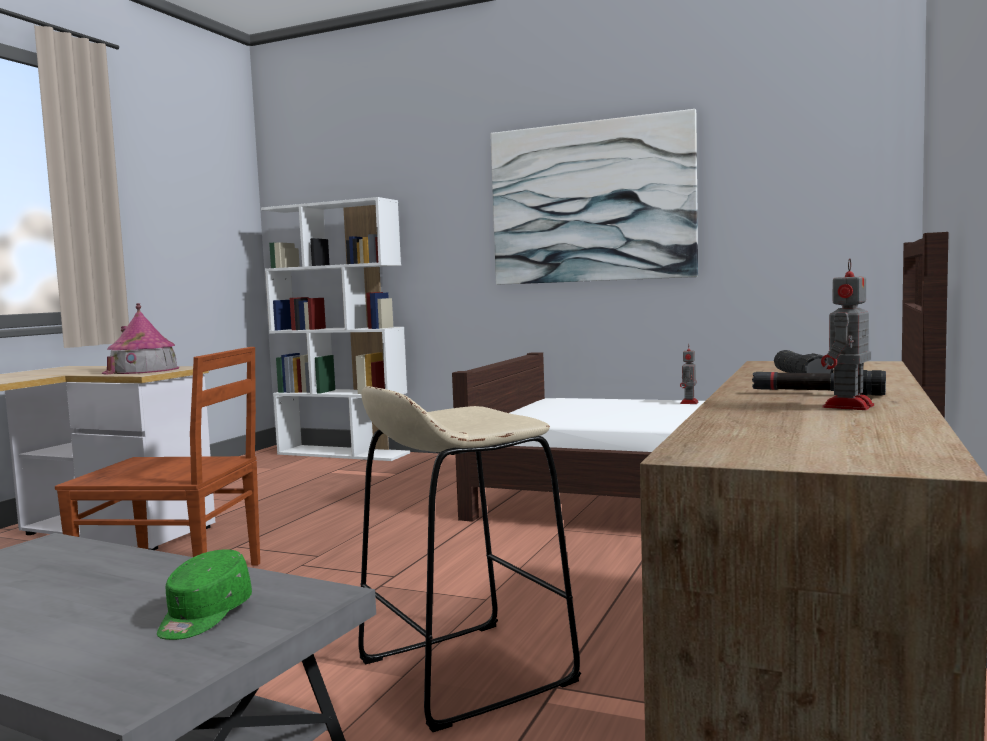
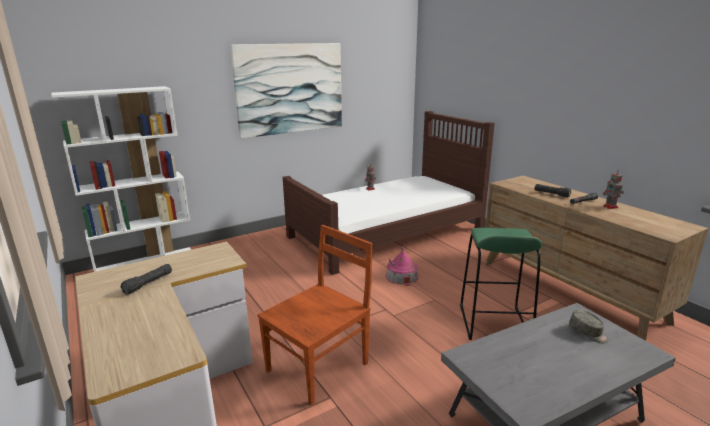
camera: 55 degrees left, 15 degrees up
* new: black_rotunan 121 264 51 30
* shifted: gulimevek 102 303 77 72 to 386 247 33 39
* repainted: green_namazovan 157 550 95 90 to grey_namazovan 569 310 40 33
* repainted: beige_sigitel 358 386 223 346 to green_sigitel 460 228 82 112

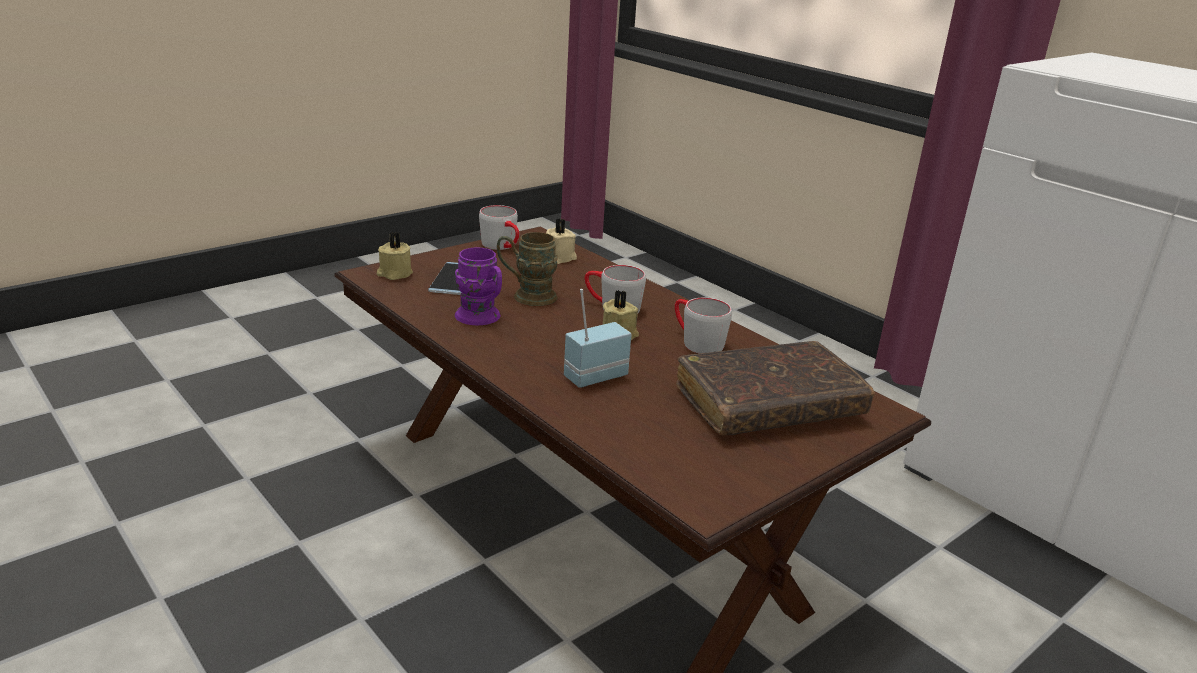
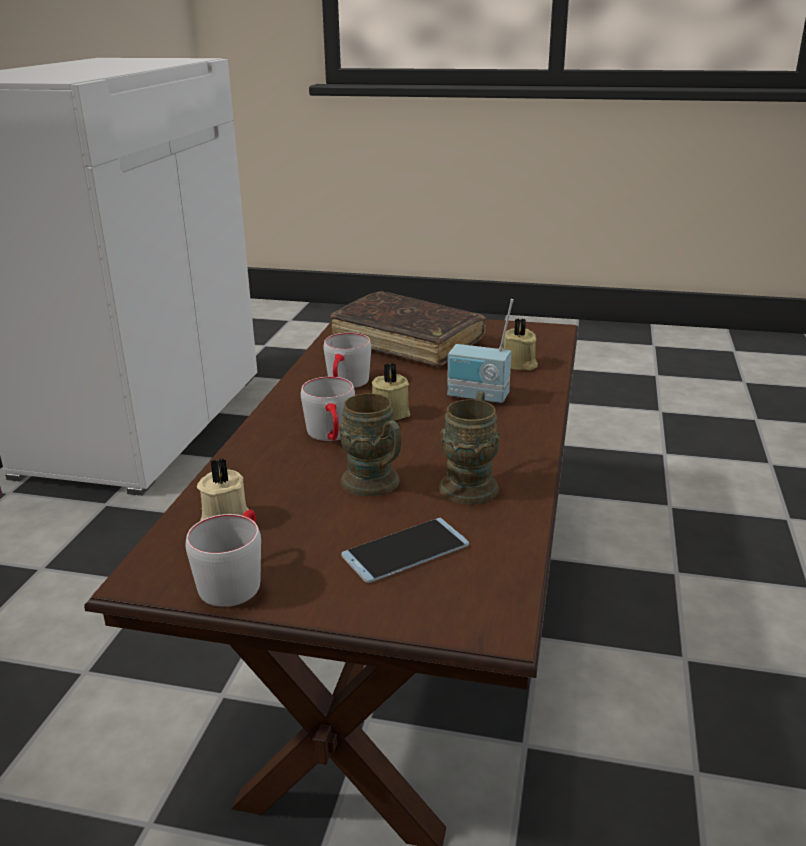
camera: 125 degrees left, 0 degrees up
* shifted: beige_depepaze 377 232 36 48 to 503 318 35 52
* repainted: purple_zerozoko 455 248 47 77 to brown_zerozoko 439 391 62 113

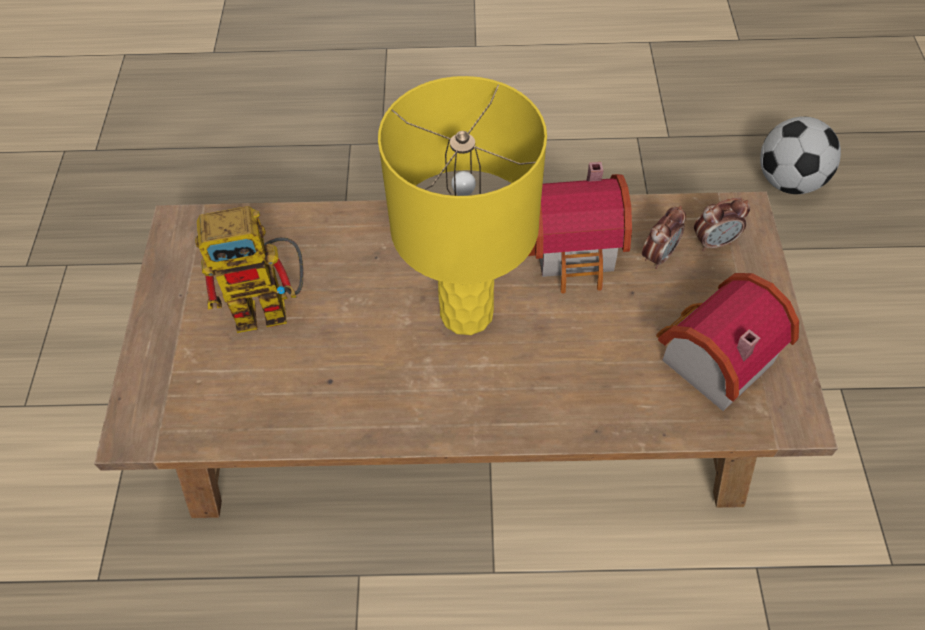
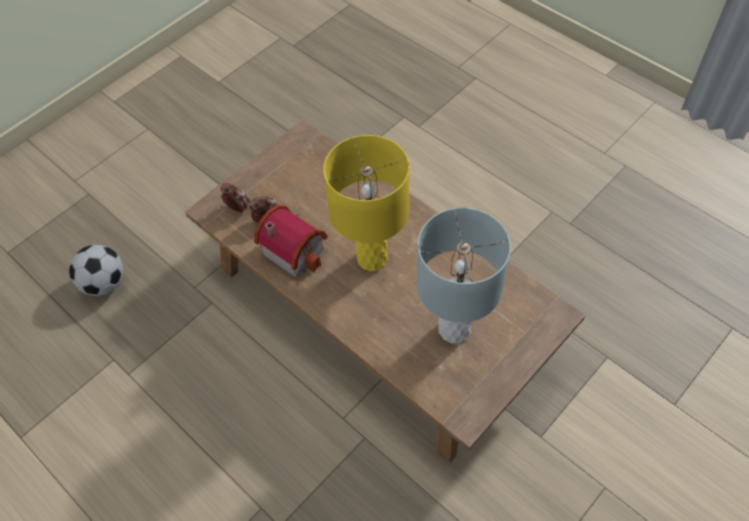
camera: 135 degrees left, 0 degrees up
* gone: gulimevek 656 273 143 138
* swapped: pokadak 195 206 108 127 to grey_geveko 417 208 94 135

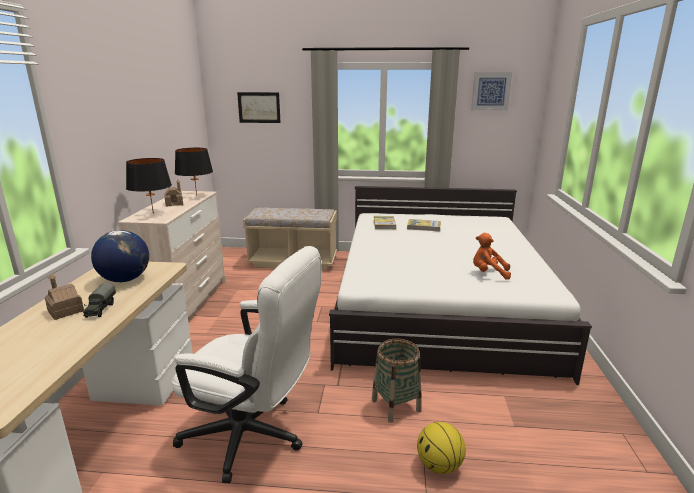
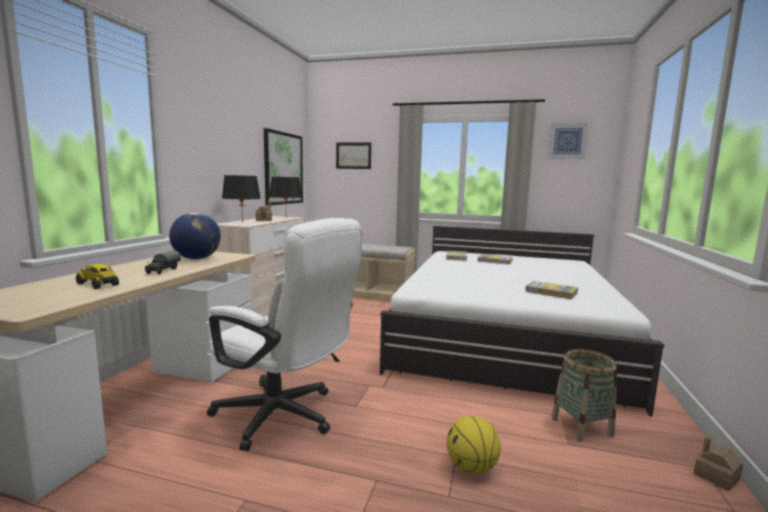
camera: 10 degrees right, 10 degrees down
* new: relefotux 76 264 43 25
* new: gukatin 264 128 39 78
* shifted: gulimevek 45 273 39 47 to 694 433 49 58
* shifted: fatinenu 372 338 50 84 to 552 349 65 93
* swapped: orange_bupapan 473 233 38 47 to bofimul 525 281 53 18

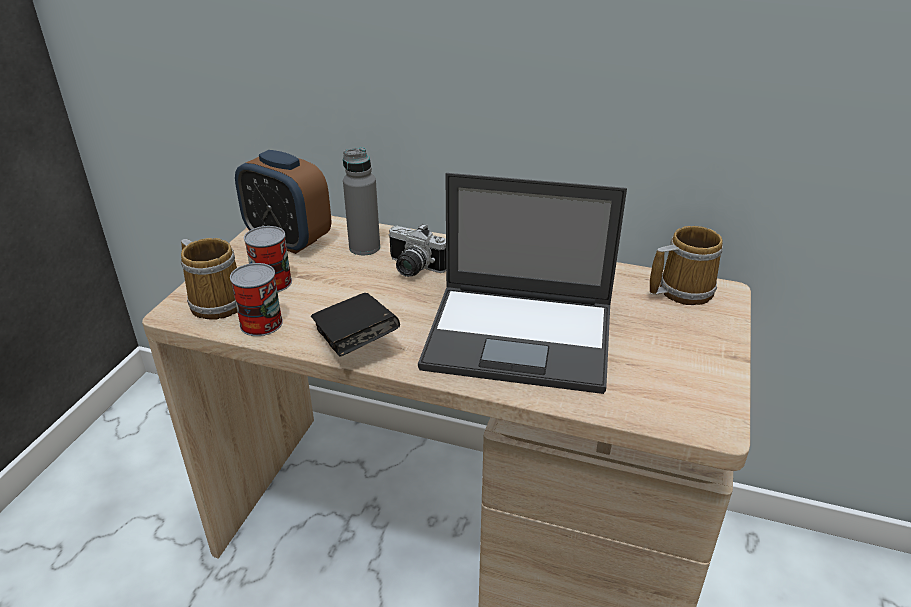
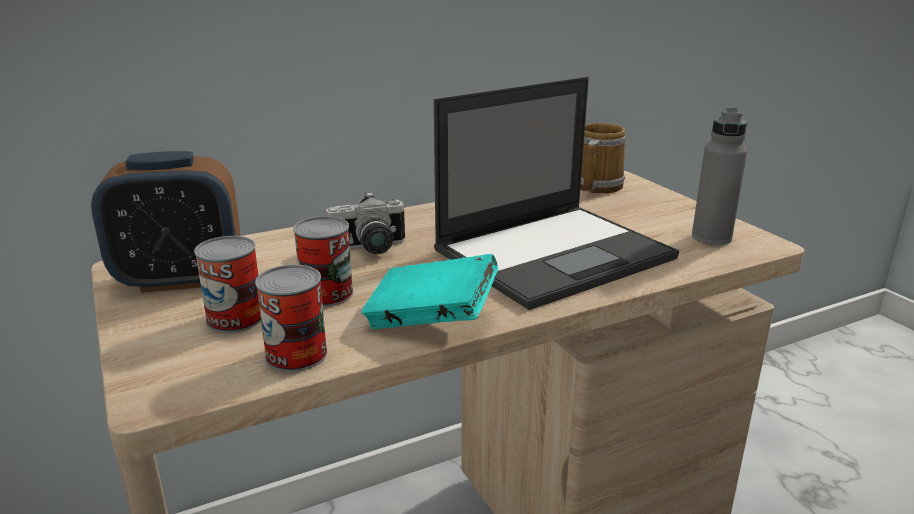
camera: 45 degrees left, 10 degrees down
* gone: zerozoko 181 238 56 82
* new: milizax 293 216 60 91
* shifted: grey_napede 343 147 37 108 to 692 108 55 137
* repainted: black_bofimul 311 293 89 64 to turquoise_bofimul 361 254 137 75

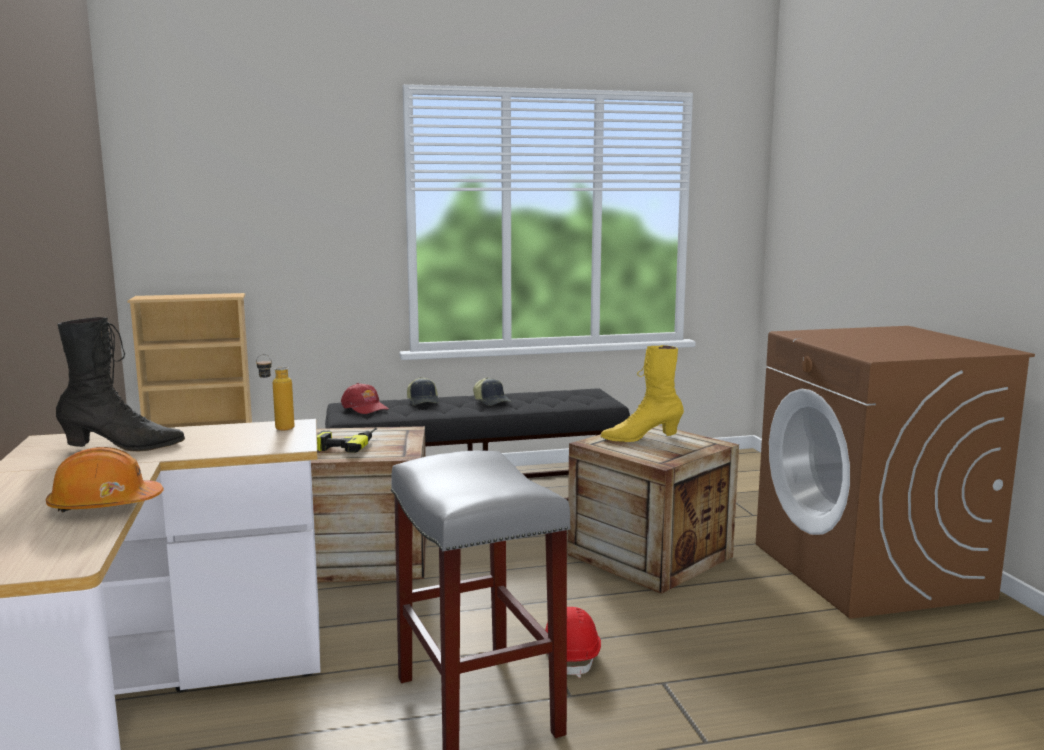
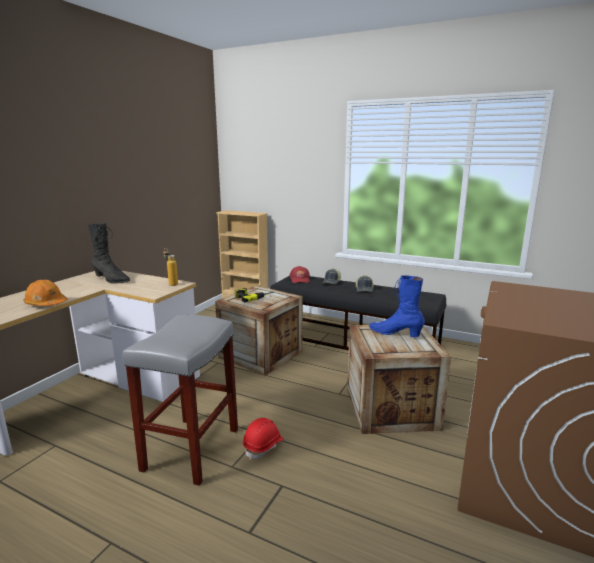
camera: 40 degrees right, 5 degrees up
* repainted: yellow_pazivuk 600 345 84 97 to blue_pazivuk 369 275 56 62

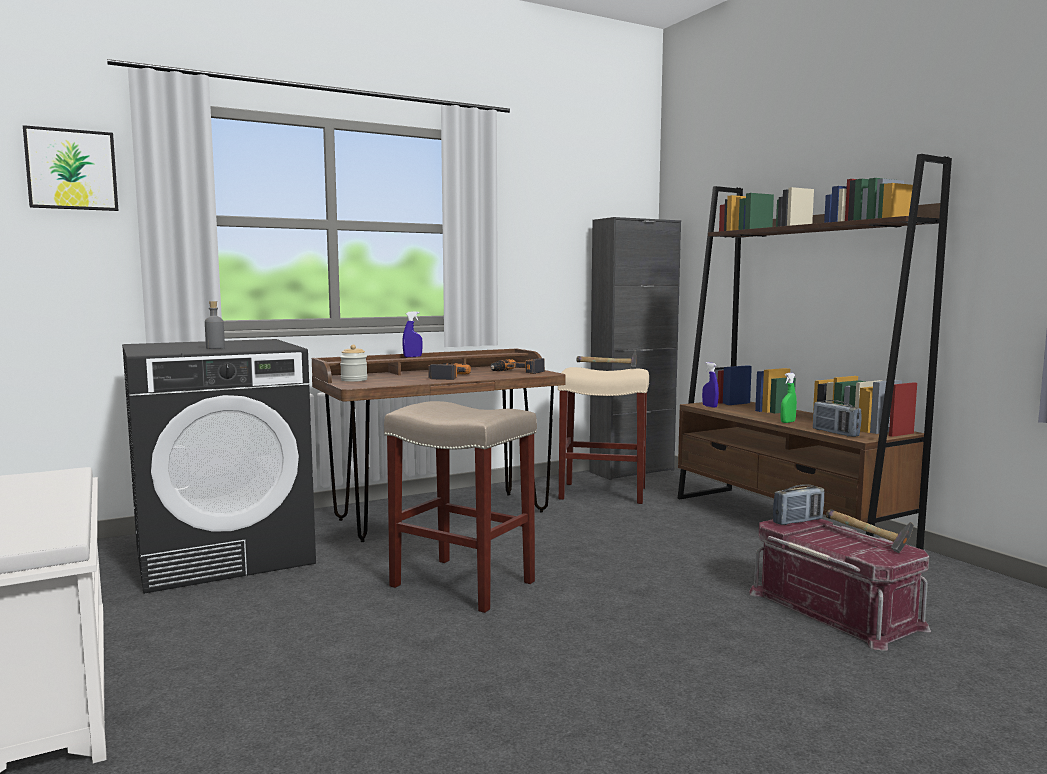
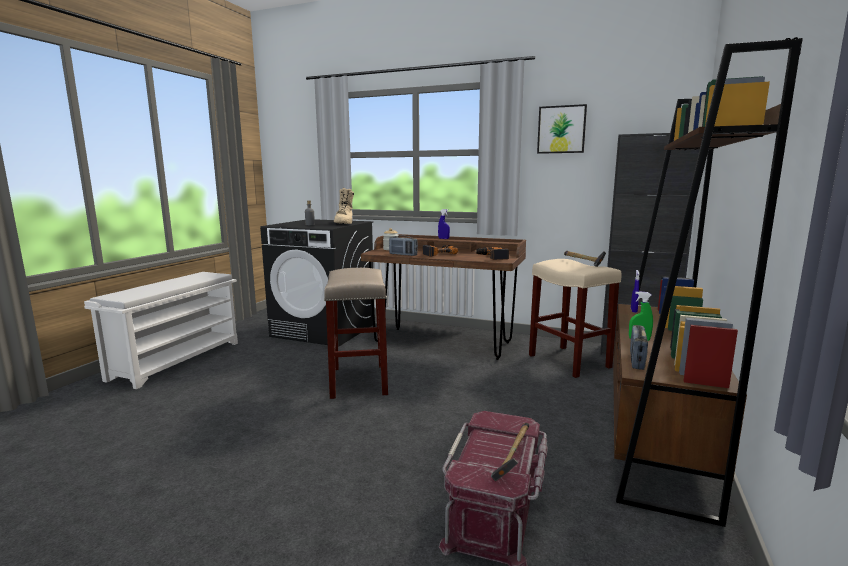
camera: 50 degrees right, 5 degrees up
* new: beige_pazivuk 334 188 20 36
* shifted: gukatin 23 125 95 86 to 537 104 50 50
* shifted: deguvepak 773 484 51 41 to 389 236 29 20

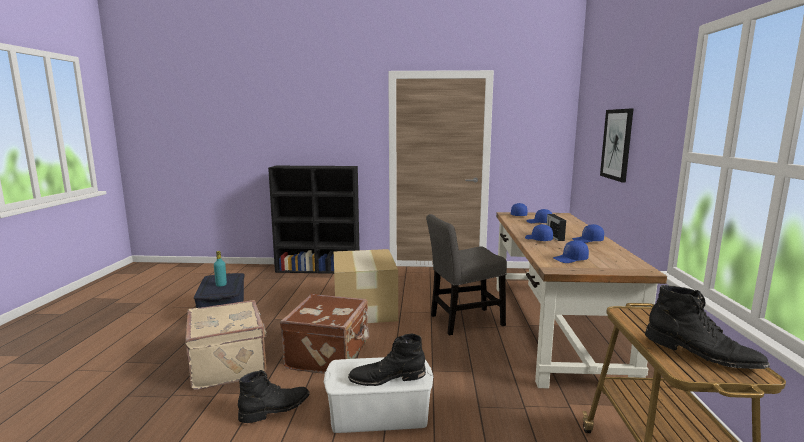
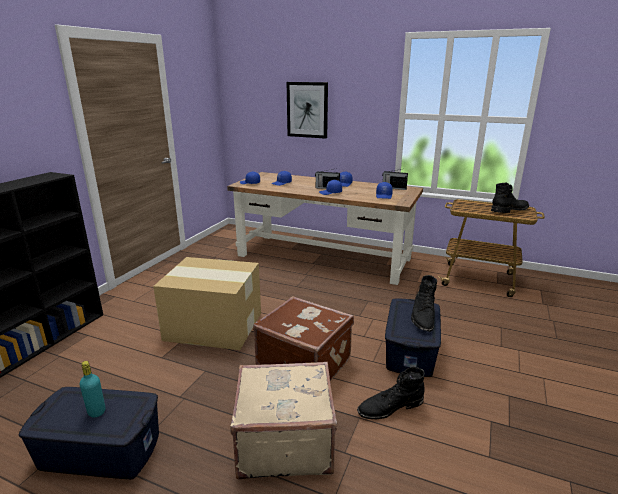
camera: 70 degrees left, 10 degrees up
* gone: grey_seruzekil 426 214 81 121
* new: deguvepak 382 169 26 21
* repainted: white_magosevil 324 357 109 76 to blue_magosevil 385 299 56 78
* rotated: black_pazivuk 238 370 72 53 = 357 367 68 53 90 degrees counterclockwise

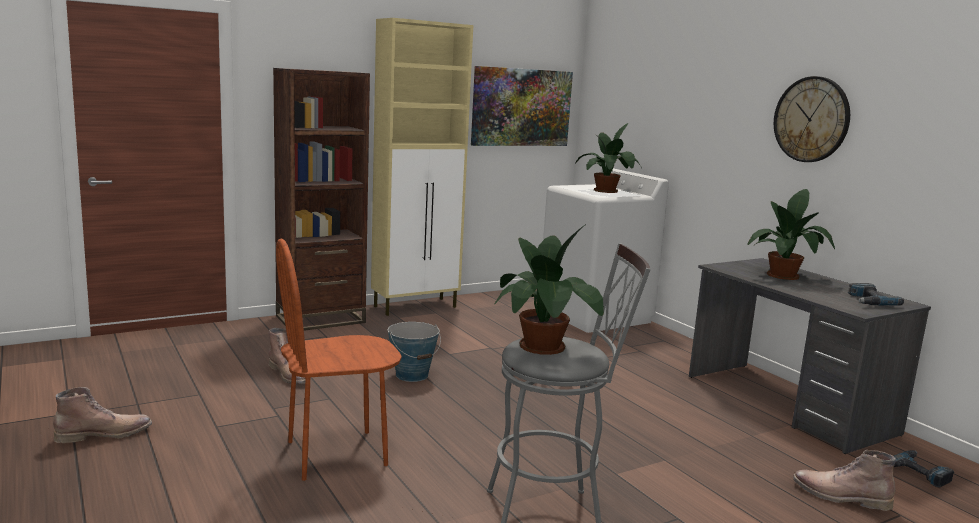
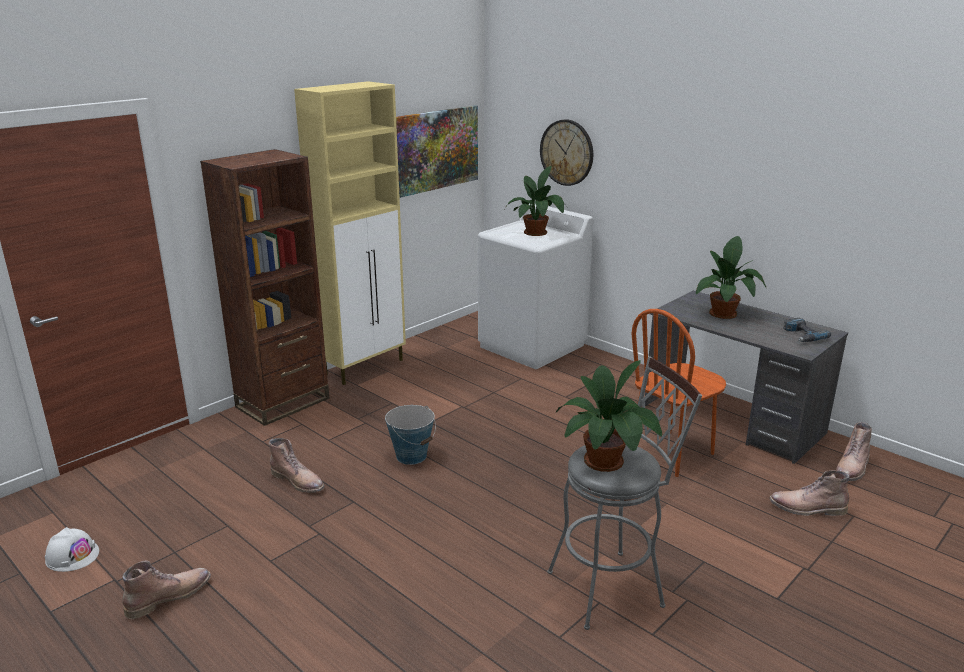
camera: 15 degrees left, 10 degrees up
* new: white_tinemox 45 527 54 45
* shifted: brown_seruzekil 276 239 126 242 to 632 309 94 168
* shifted: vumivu 774 76 76 86 to 540 119 53 67
* swapped: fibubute 894 450 60 37 to brown_pazivuk 836 422 36 59

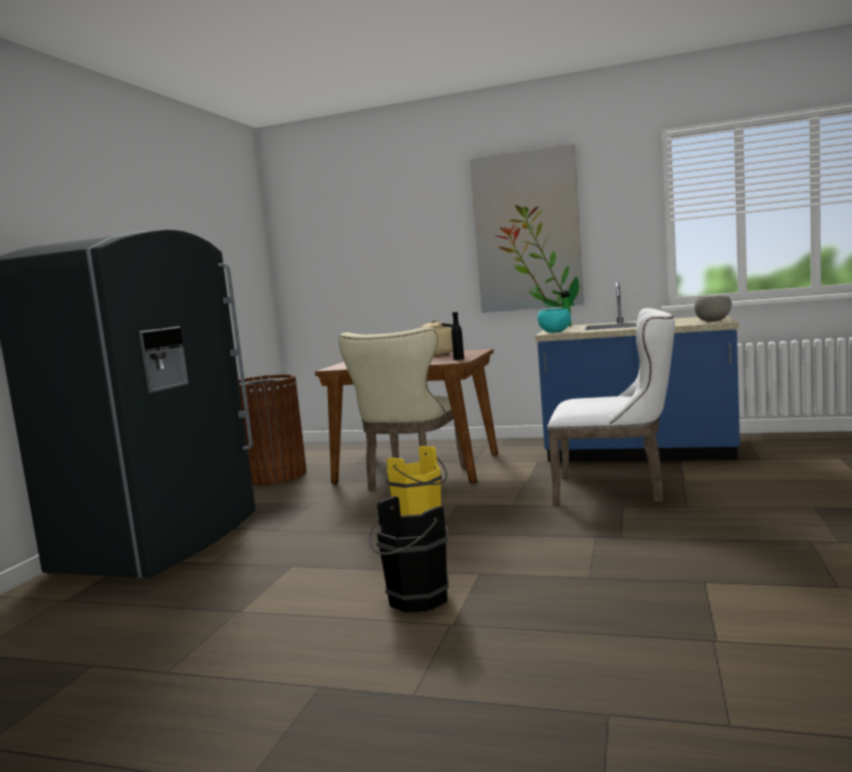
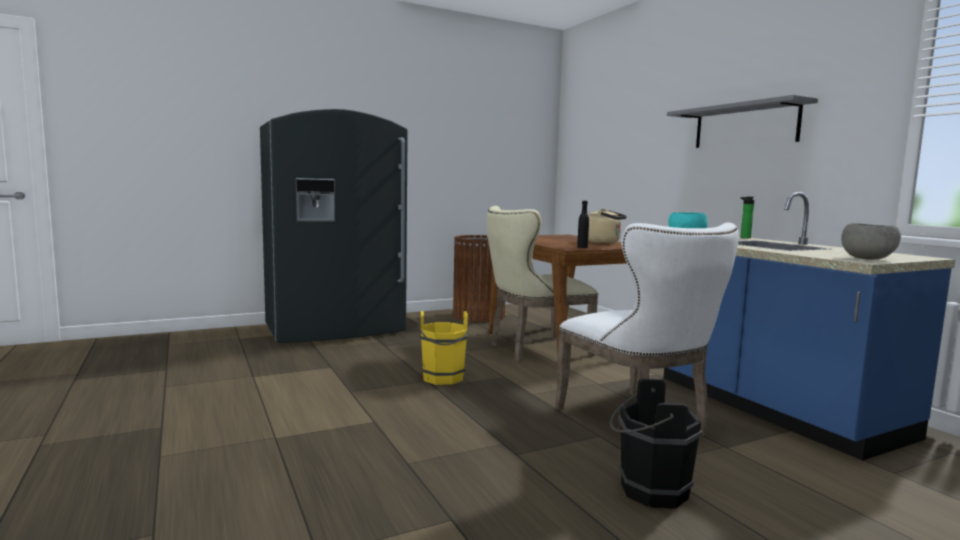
camera: 45 degrees right, 0 degrees up
* shifted: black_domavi 369 496 80 117 to 610 379 92 130
* swapped: gukatin 470 144 114 169 to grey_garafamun 667 95 151 53

